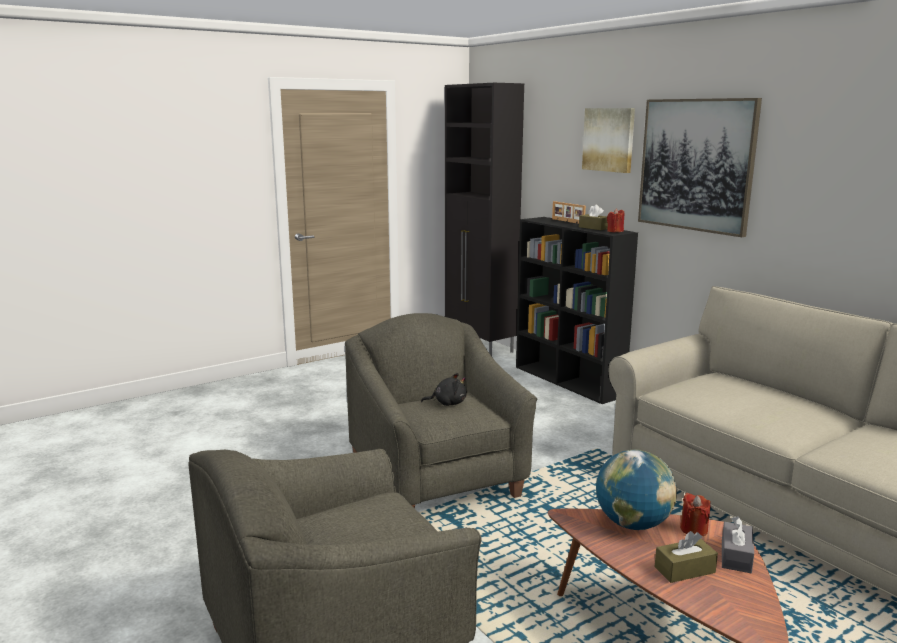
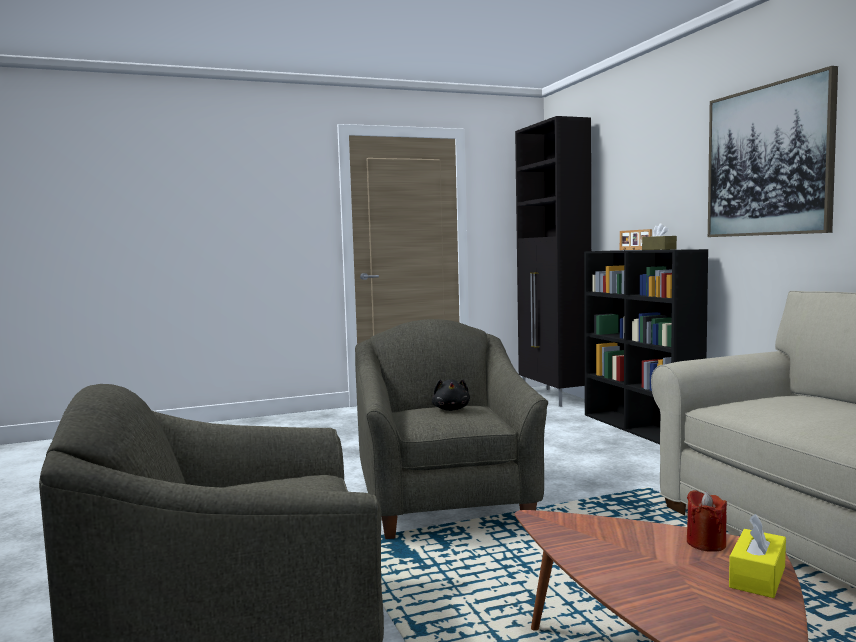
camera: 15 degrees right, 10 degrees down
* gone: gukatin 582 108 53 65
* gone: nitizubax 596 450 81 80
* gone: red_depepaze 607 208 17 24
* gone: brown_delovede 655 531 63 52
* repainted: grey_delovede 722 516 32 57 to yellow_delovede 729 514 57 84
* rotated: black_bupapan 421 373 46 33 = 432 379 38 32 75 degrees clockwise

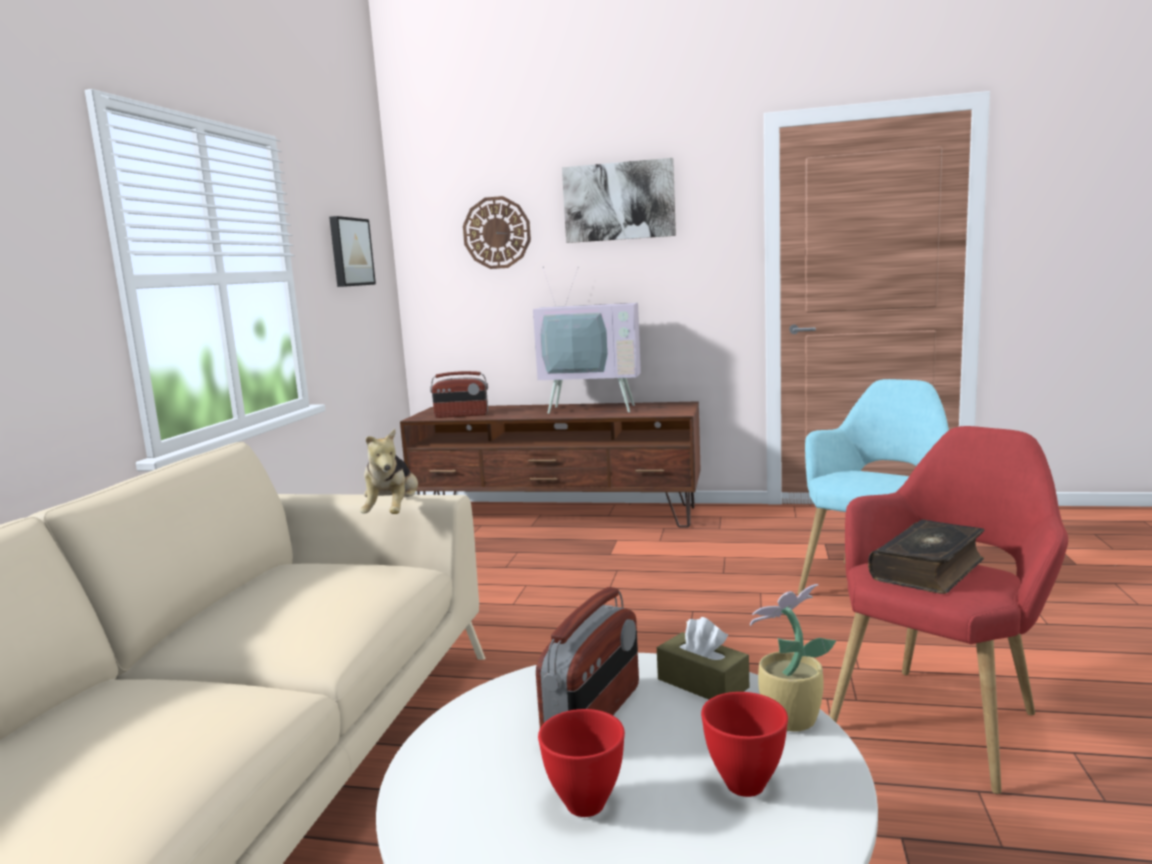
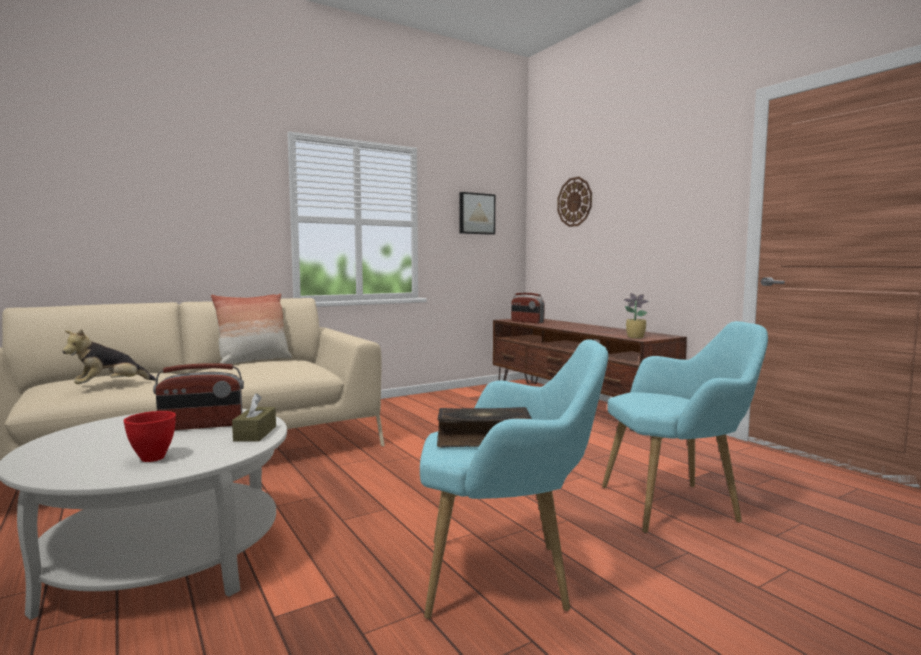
camera: 45 degrees right, 5 degrees down
* gone: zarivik 533 267 108 147
* gone: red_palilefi 538 709 87 108
* gone: gukatin 562 158 114 85
* new: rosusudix 211 293 81 71
* shifted: bupapan 360 429 58 85 to 62 329 94 55
* shifted: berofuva 750 584 86 148 to 624 293 25 46
* repainted: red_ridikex 829 426 239 368 to turquoise_ridikex 420 339 188 280

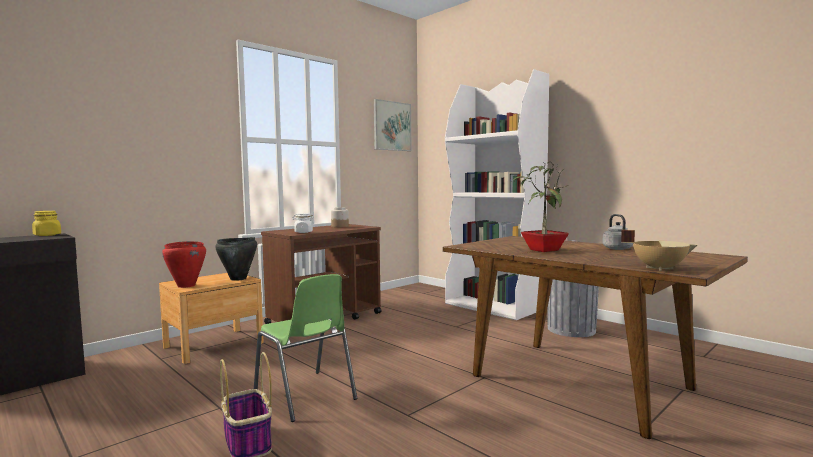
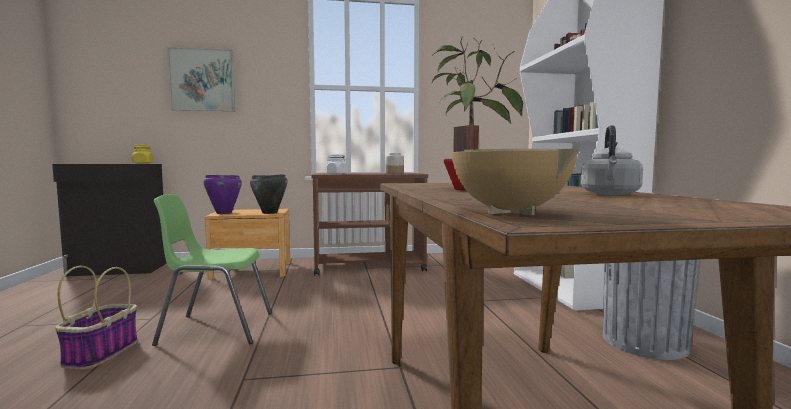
camera: 35 degrees right, 0 degrees up
* shifted: gukatin 374 99 38 52 to 167 47 68 64
* repainted: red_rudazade 162 241 44 47 to purple_rudazade 203 175 39 39
* rotated: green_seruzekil 254 274 103 148 = 152 194 120 152 90 degrees clockwise

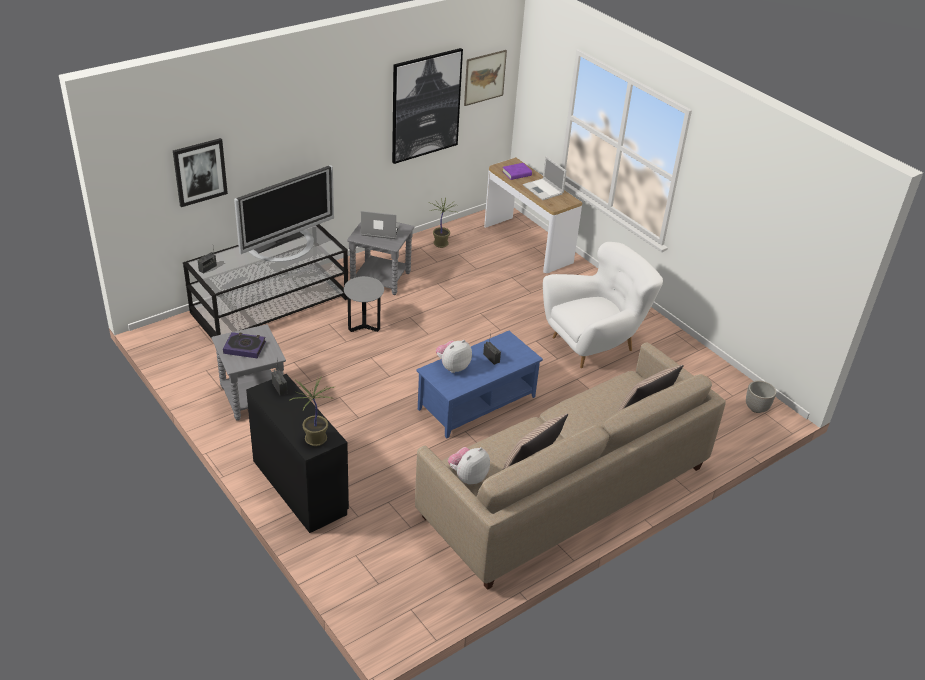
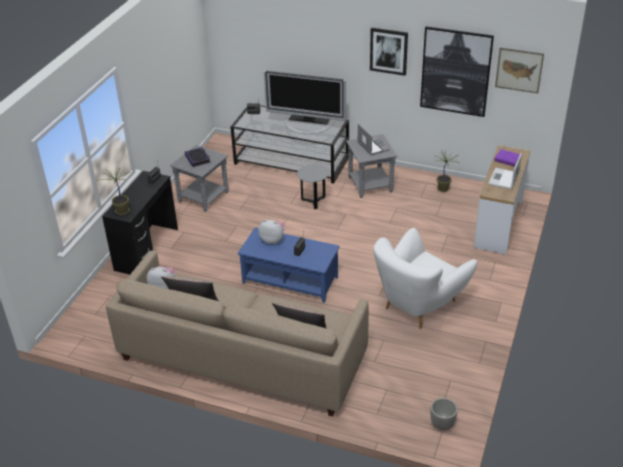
camera: 60 degrees right, 0 degrees up
* shifted: gukatin 173 138 55 69 to 370 28 38 48
* rotated: white_ridikex 543 242 120 126 = 373 228 104 101 105 degrees clockwise

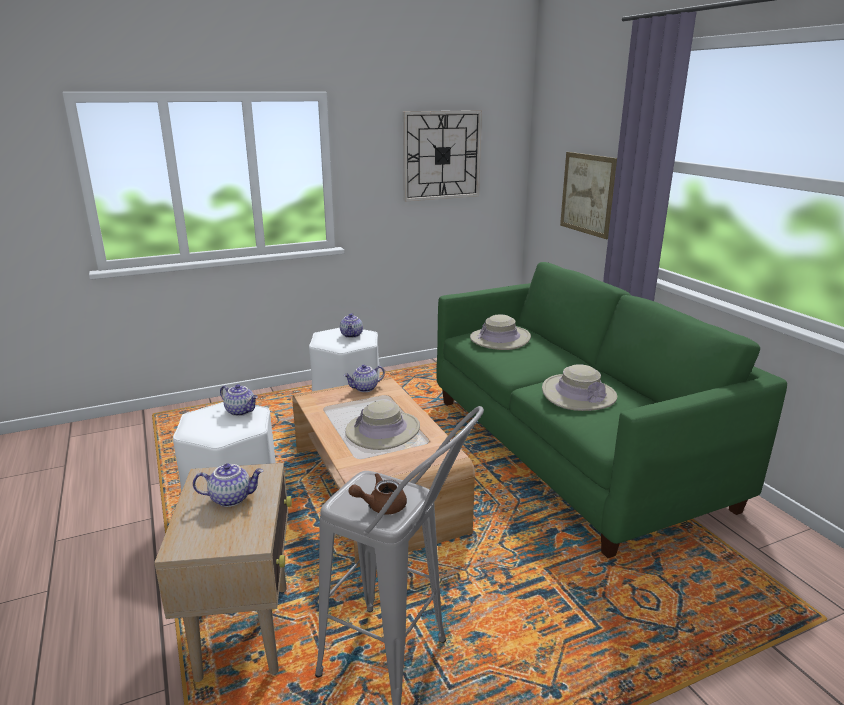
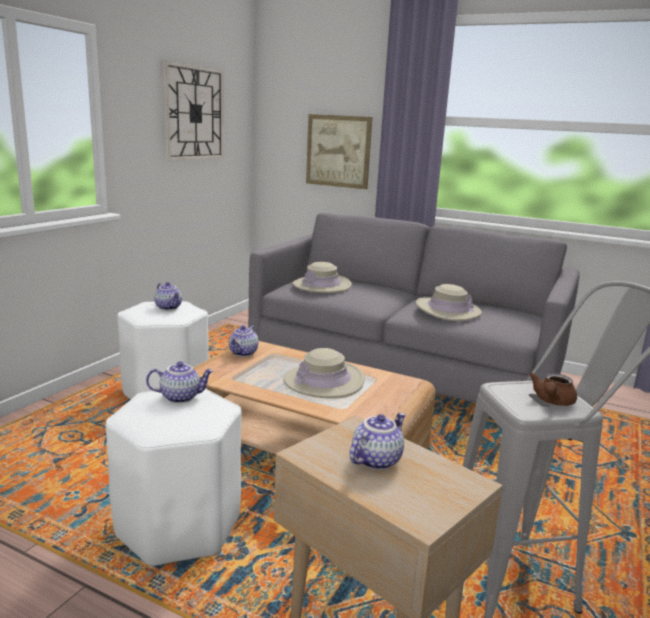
camera: 40 degrees left, 5 degrees down
* repainted: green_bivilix 437 262 350 296 to grey_bivilix 248 213 332 190

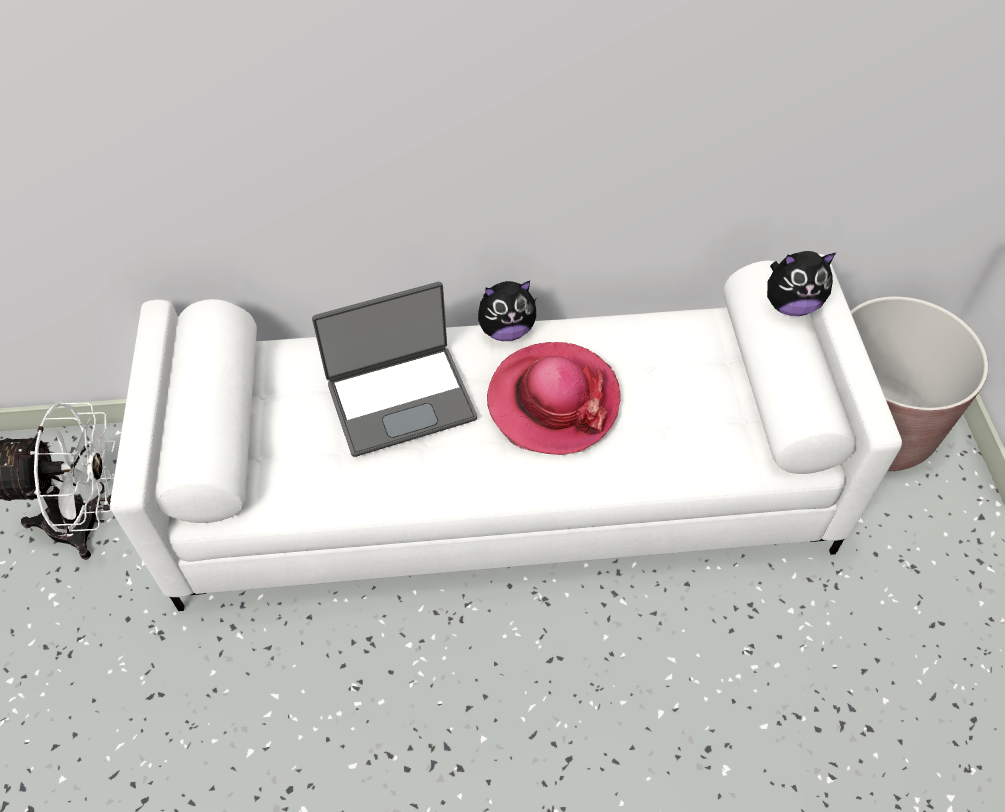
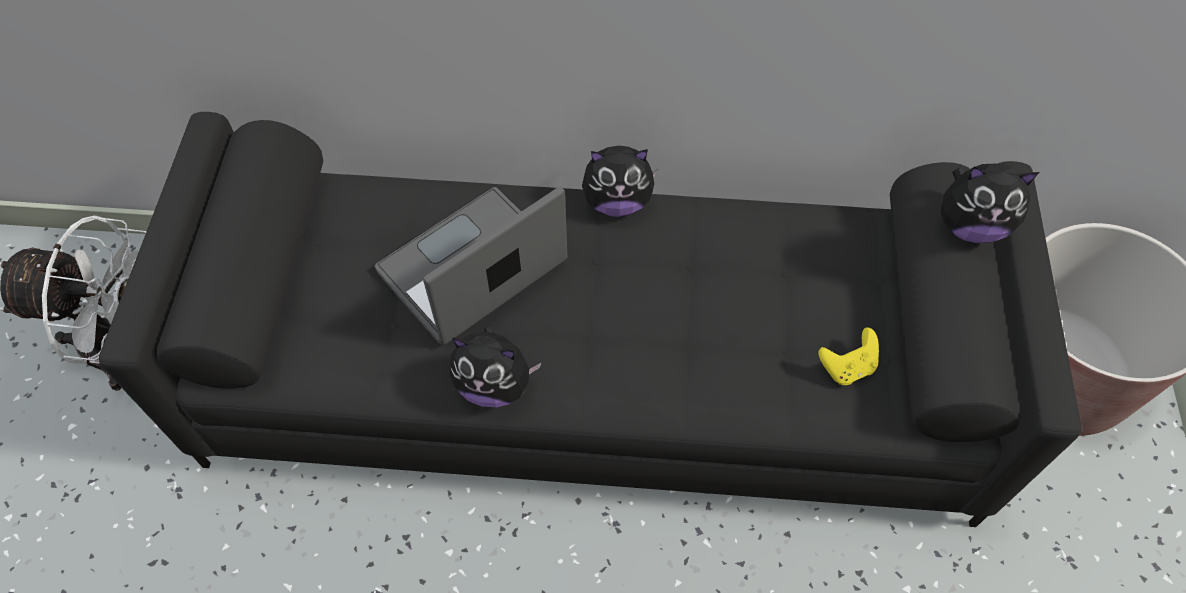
camera: 10 degrees right, 5 degrees up
* gone: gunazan 487 342 134 113
* new: bupapan 449 326 93 81
* new: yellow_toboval 818 327 61 58
* repainted: white_bivilix 110 254 792 357 to black_bivilix 99 112 983 415
* rotated: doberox 312 282 165 175 = 375 187 192 158 150 degrees clockwise

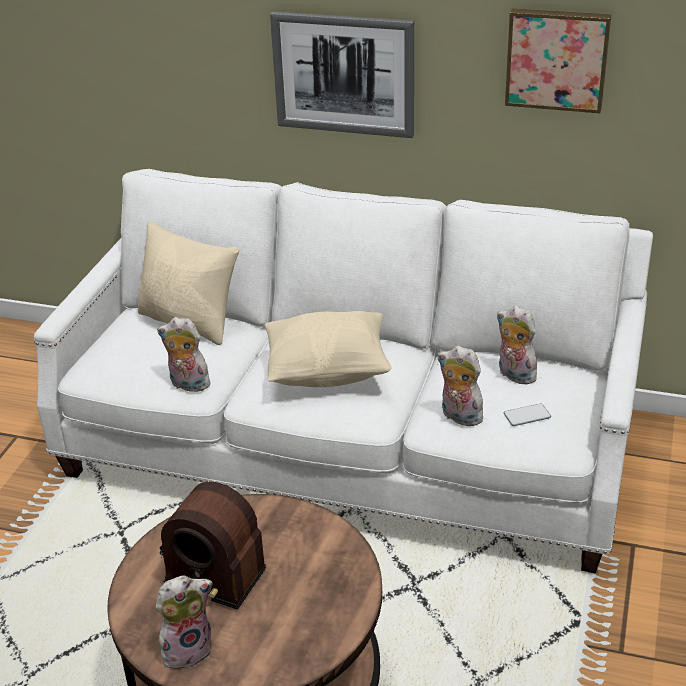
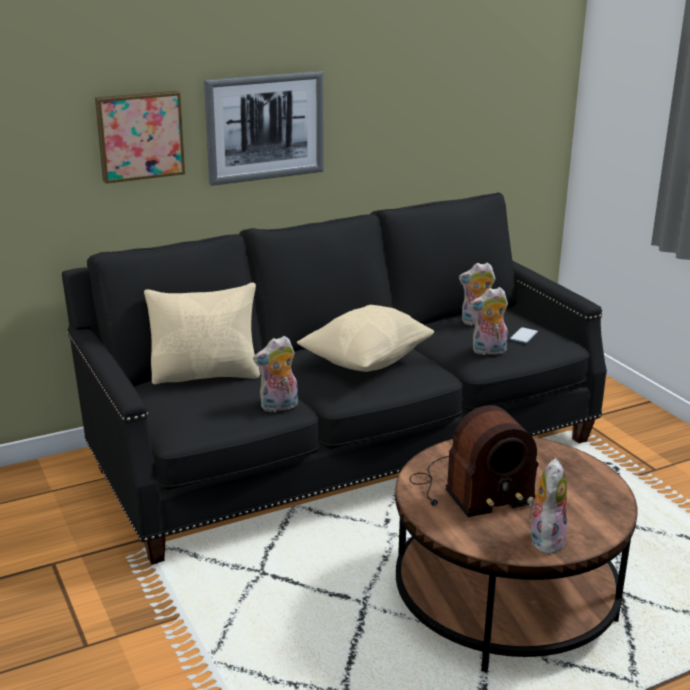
camera: 45 degrees left, 10 degrees down
* shifted: gukatin 505 9 106 104 to 95 91 90 93
* repainted: white_bivilix 34 169 619 405 to black_bivilix 62 192 545 373

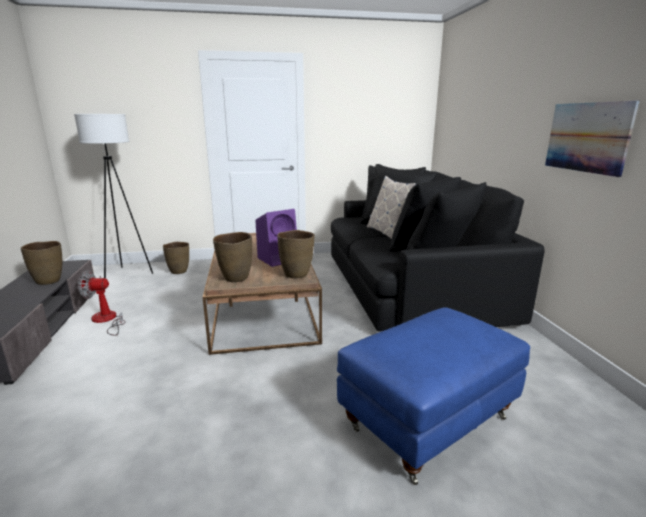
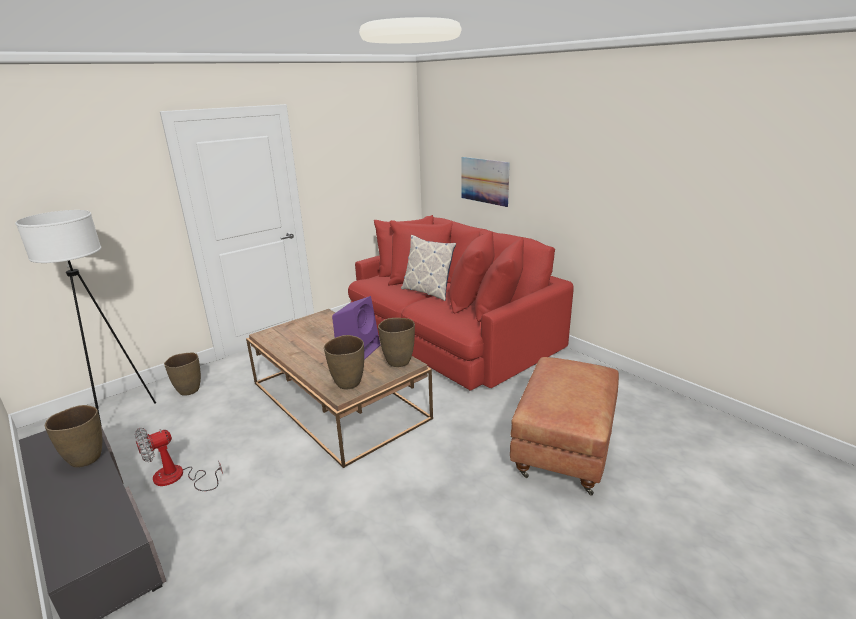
camera: 30 degrees left, 5 degrees up
* shifted: gukatin 545 101 94 76 to 461 157 49 50
* repainted: black_bivilix 331 164 214 167 to red_bivilix 348 215 226 176
* repainted: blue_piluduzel 337 307 193 178 to brown_piluduzel 510 357 109 138

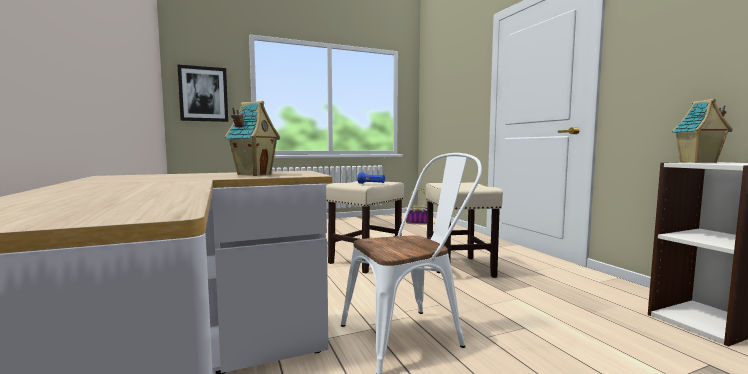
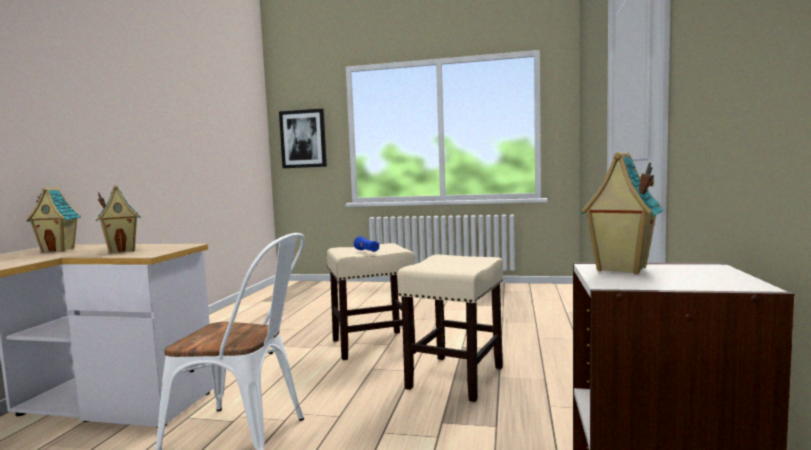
camera: 35 degrees right, 0 degrees up
* gone: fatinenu 406 188 21 37
* new: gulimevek 26 187 55 65

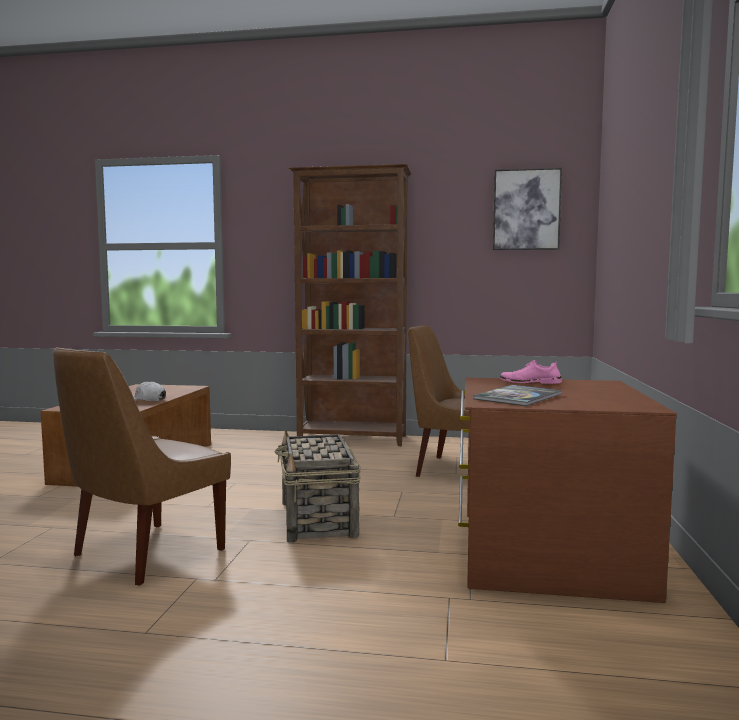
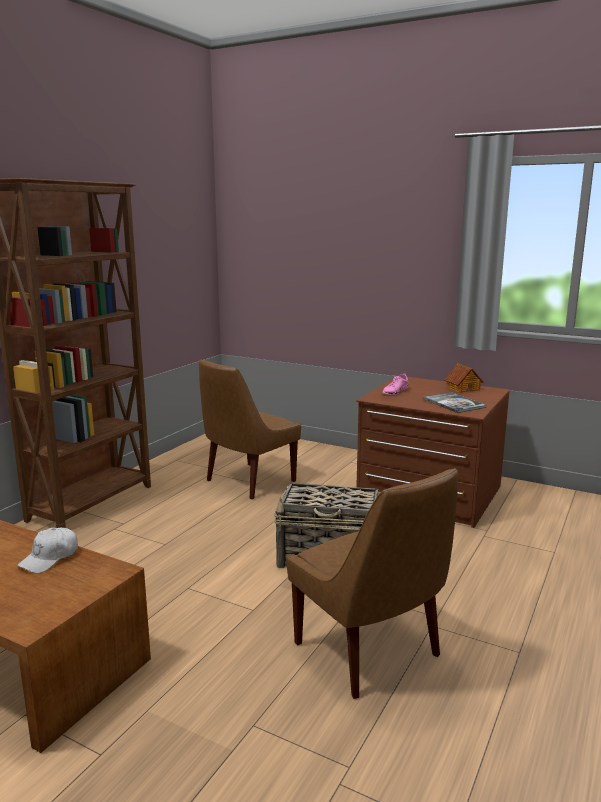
camera: 70 degrees left, 10 degrees up
* gone: gukatin 493 168 69 82
* new: gulimevek 444 363 39 30

